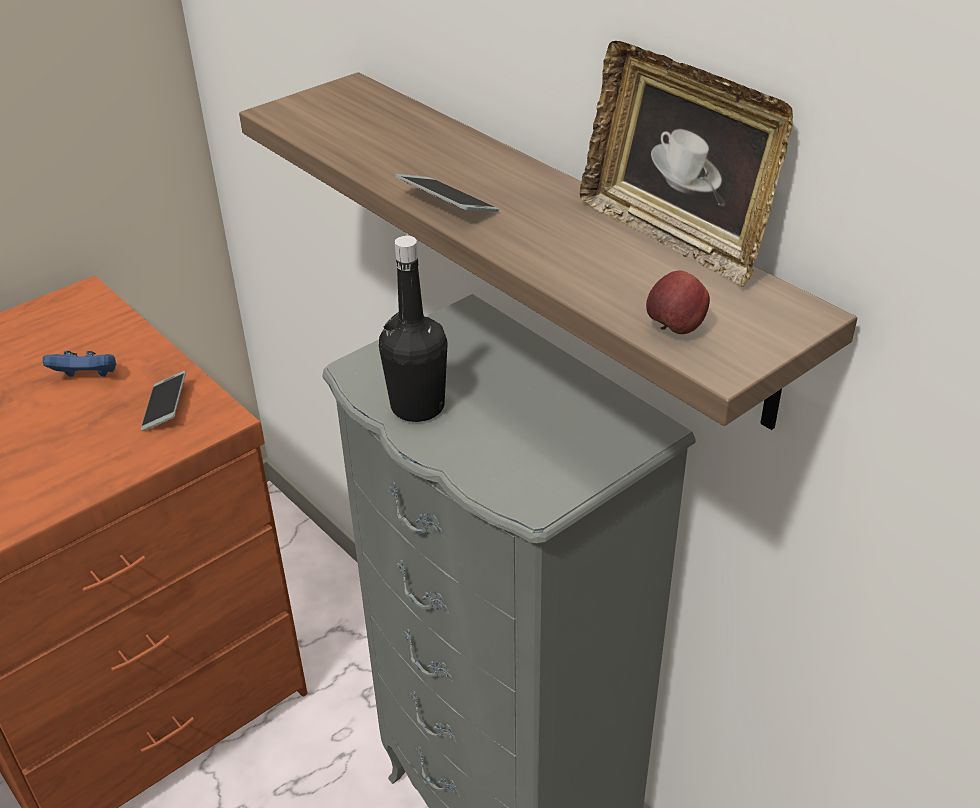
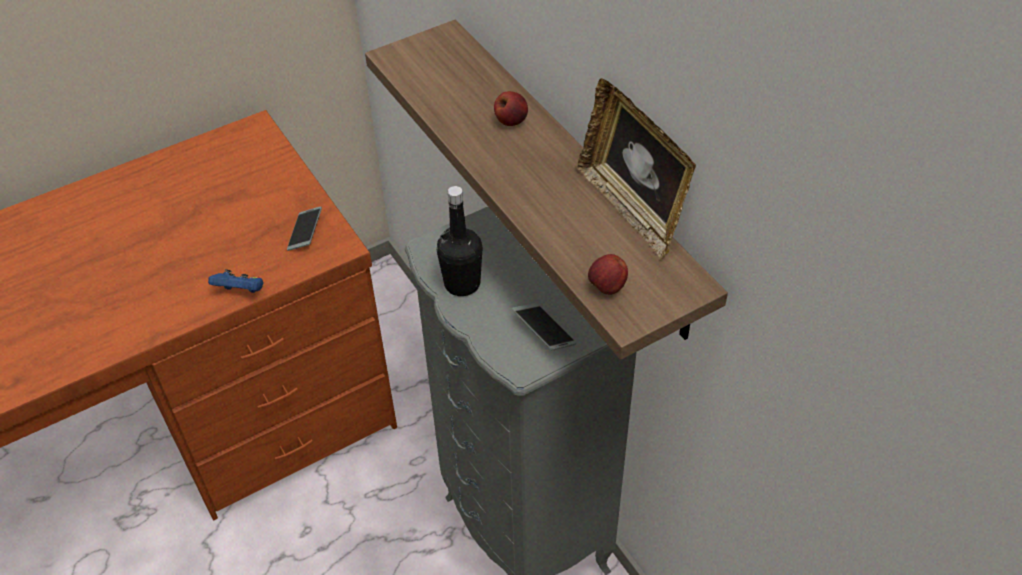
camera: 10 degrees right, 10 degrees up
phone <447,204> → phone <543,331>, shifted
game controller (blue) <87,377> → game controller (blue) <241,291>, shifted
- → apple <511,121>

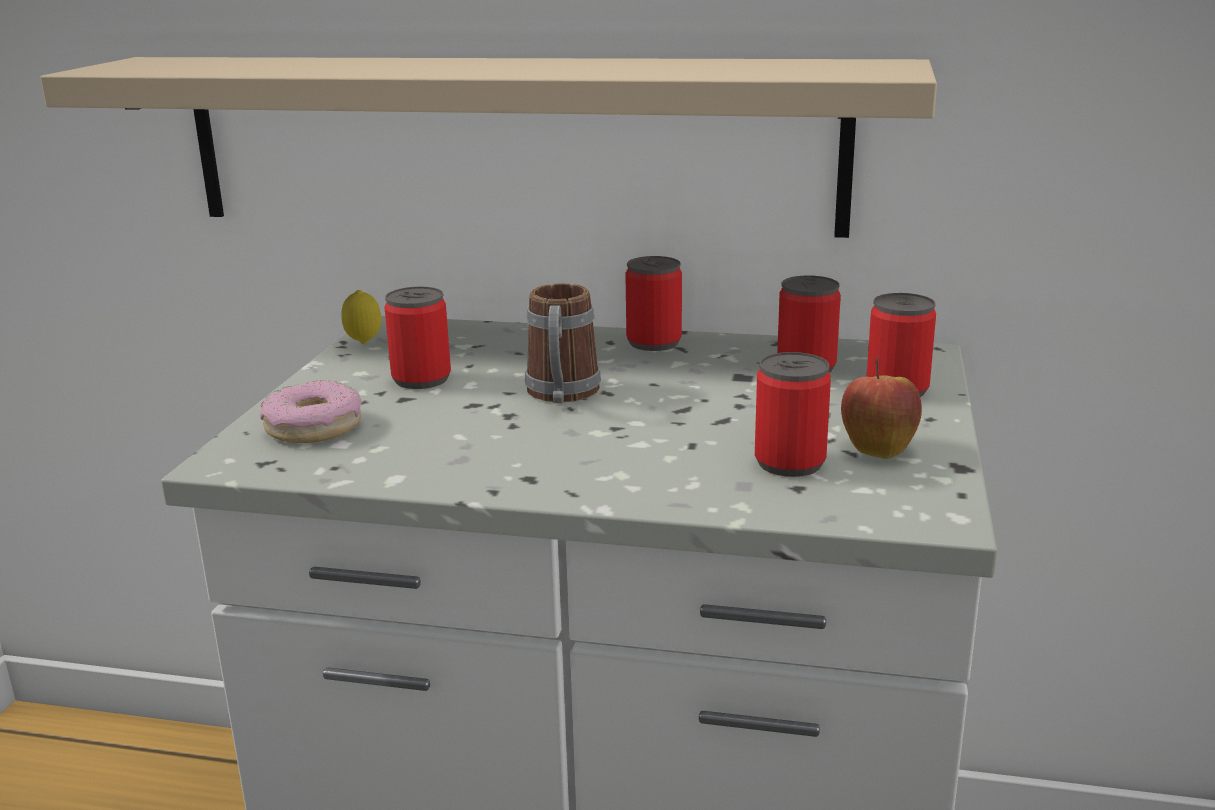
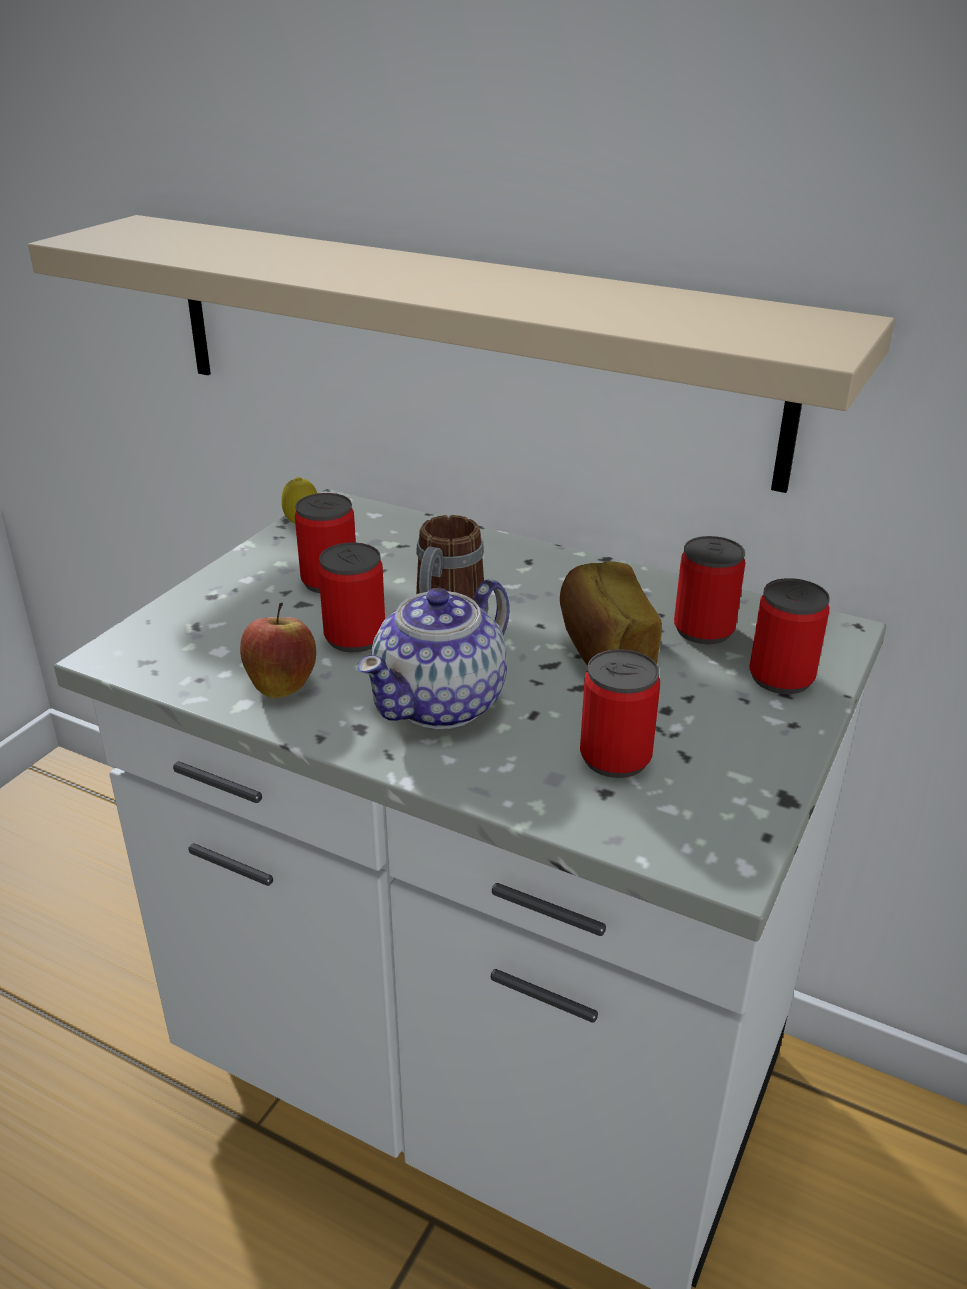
camera: 15 degrees right, 10 degrees up
can <654,342> → can <355,637>, shifted
apple <877,449> → apple <282,685>, shifted
donut <313,427> → -
- → bread <602,648>
- → teapot <442,703>

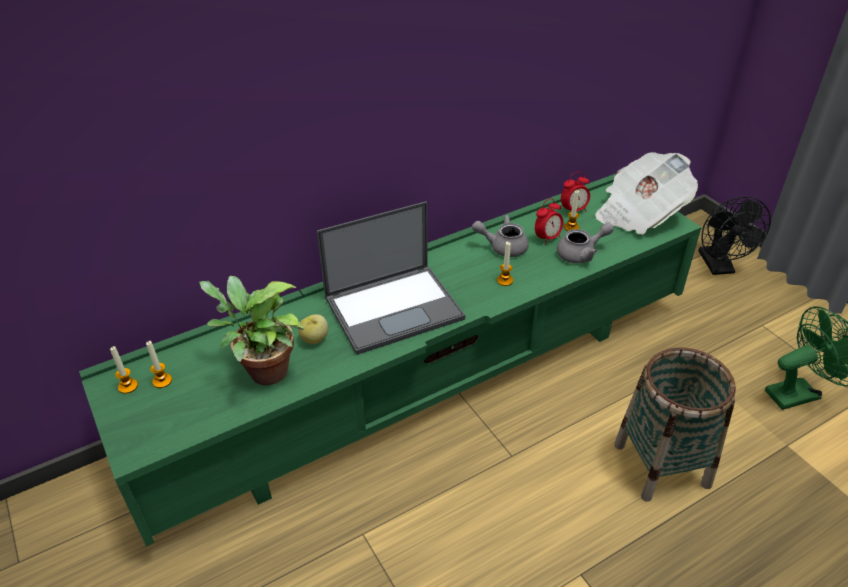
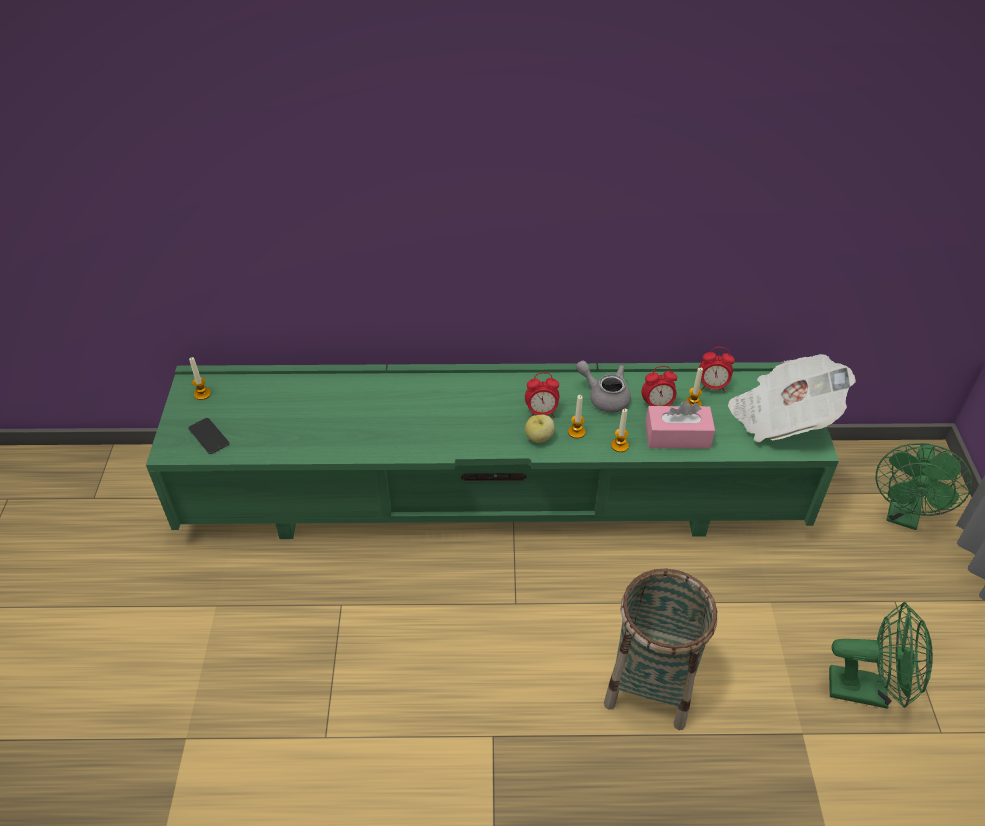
camera: 30 degrees right, 5 degrees up
fan (black) <719,267> → fan (green) <903,515>
laptop <395,307> → -
teapot (grey) <581,254> → tissue box (pink) <677,436>
potted plant <263,371> → -
apple <315,339> → apple <539,438>, shifted
candle <162,381> → candle <619,445>, shifted
- → alarm clock <541,412>
- → phone <209,436>

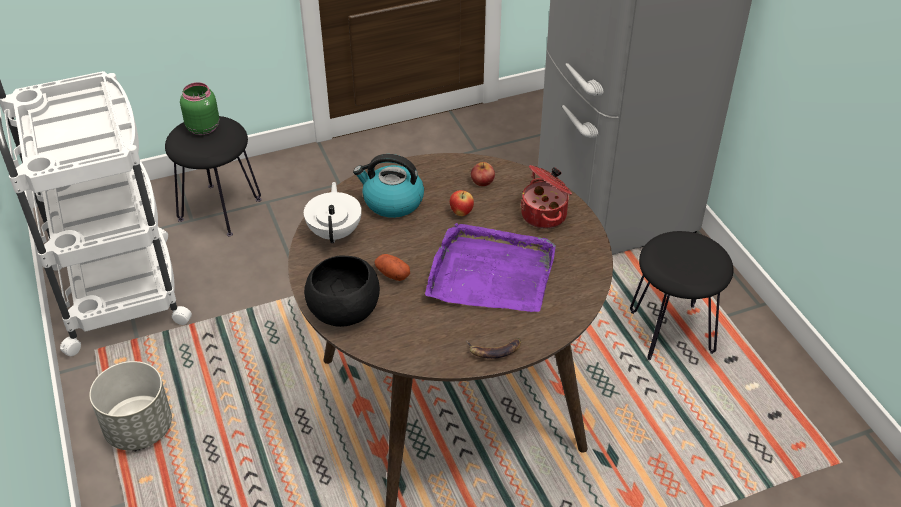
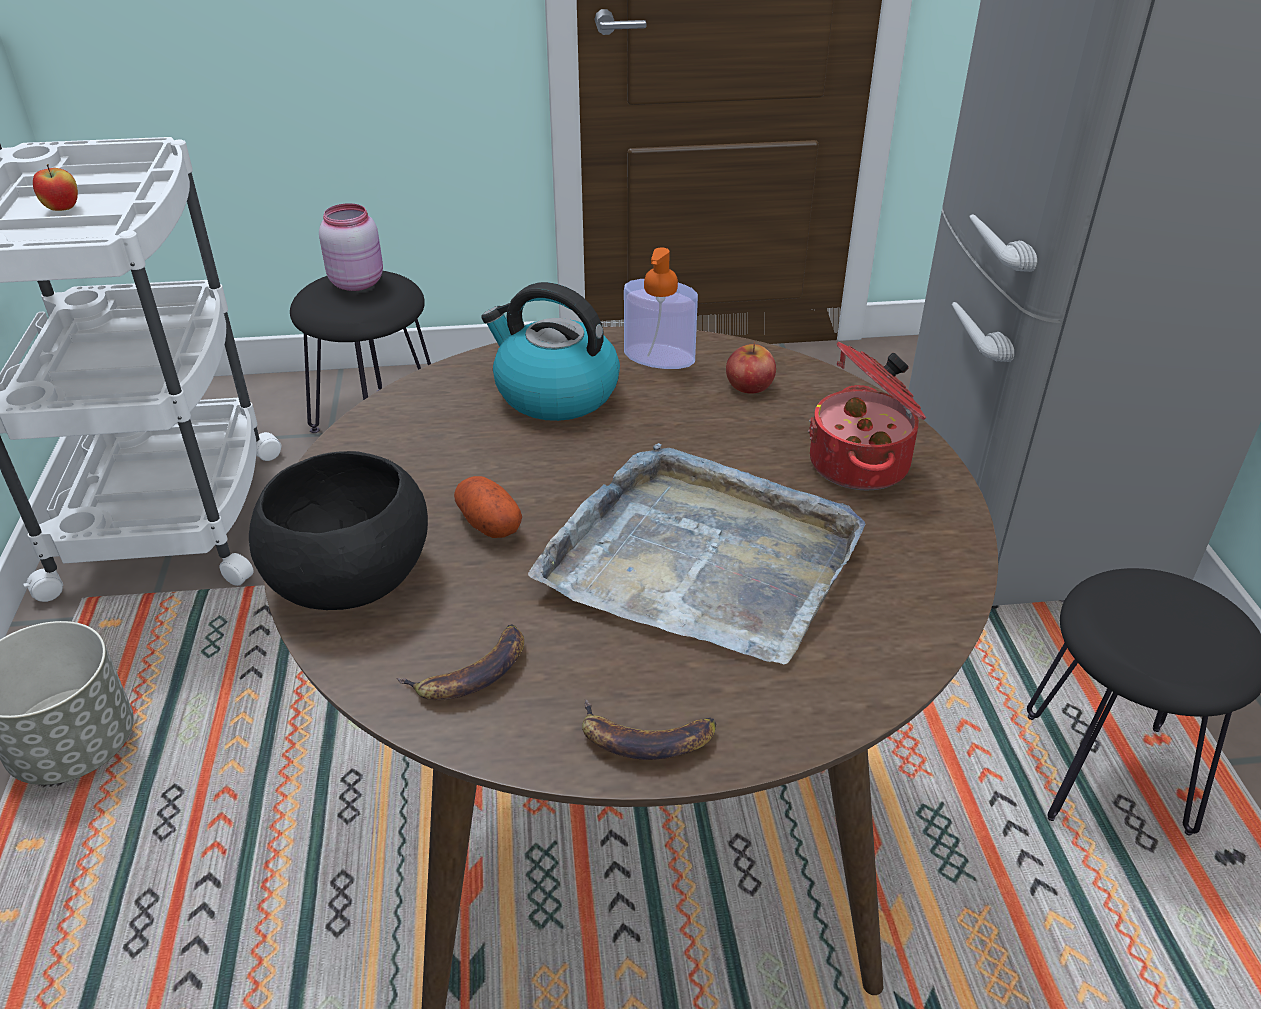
camera: 15 degrees right, 5 degrees down
jar (green) <203,127> → jar (pink) <357,282>
teapot (white) <335,232> → -
apple <461,213> → apple <63,209>, shifted
tray (purple) <491,273> → tray (grey) <702,559>
- → soap dispenser <659,357>
- → banana <472,672>

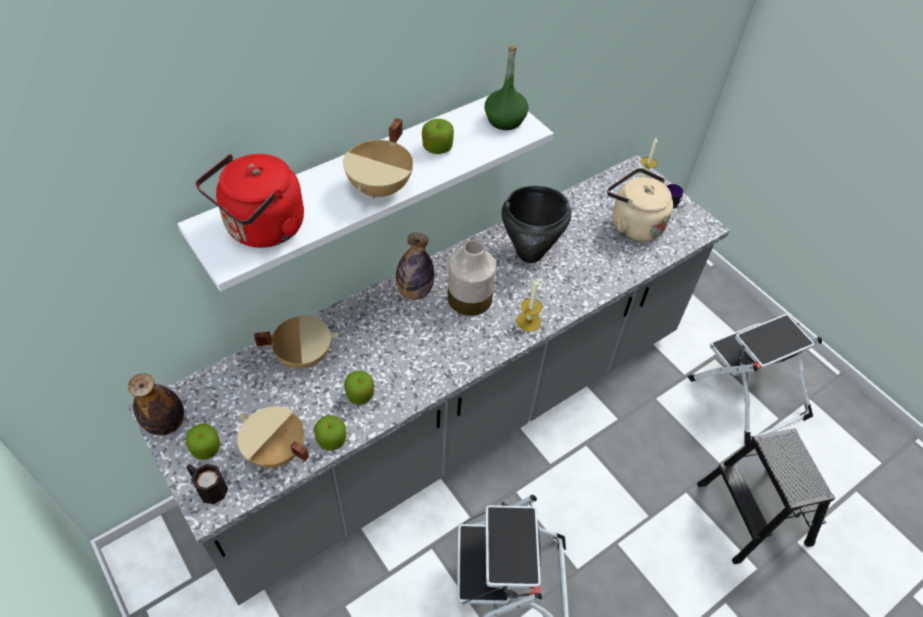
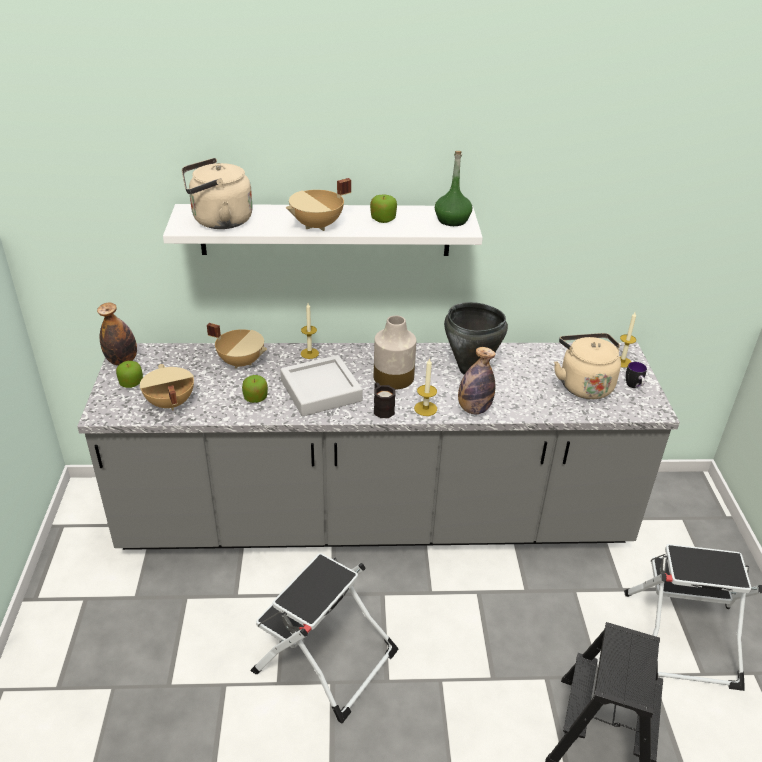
camera: 35 degrees right, 15 degrees down
kettle (red) <262,229> → kettle (beige) <218,221>
bottle <414,292> → bottle <473,409>, shifted
apple <331,439> → -
mug (black) <208,487> → mug (black) <382,408>, shifted
- → candle <309,353>
- → tray (grey) <321,391>

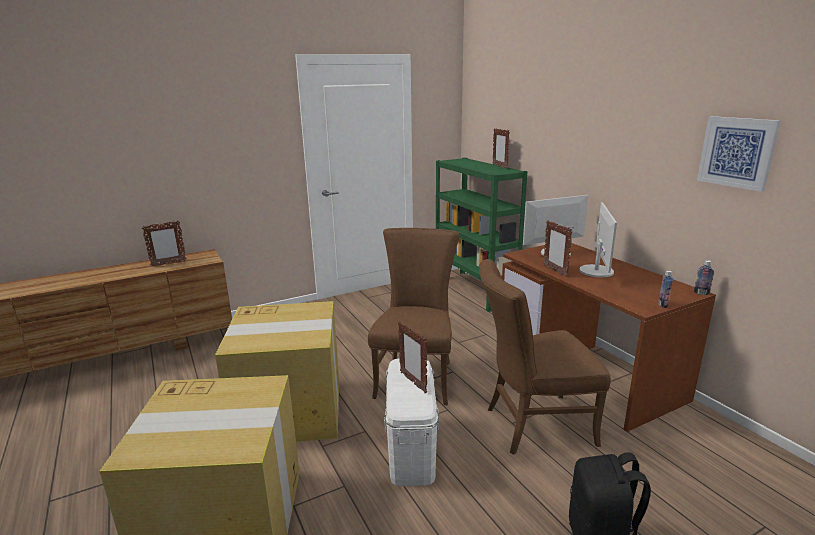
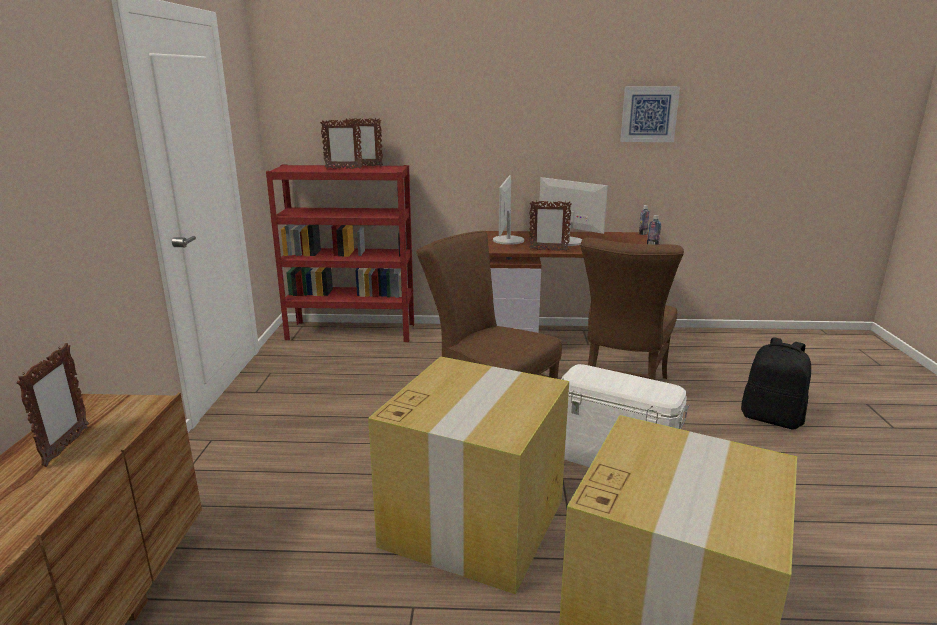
camera: 60 degrees left, 0 degrees up
bookcase (green) <474,290> → bookcase (red) <351,332>
picture frame <413,382> → picture frame <343,168>, shifted

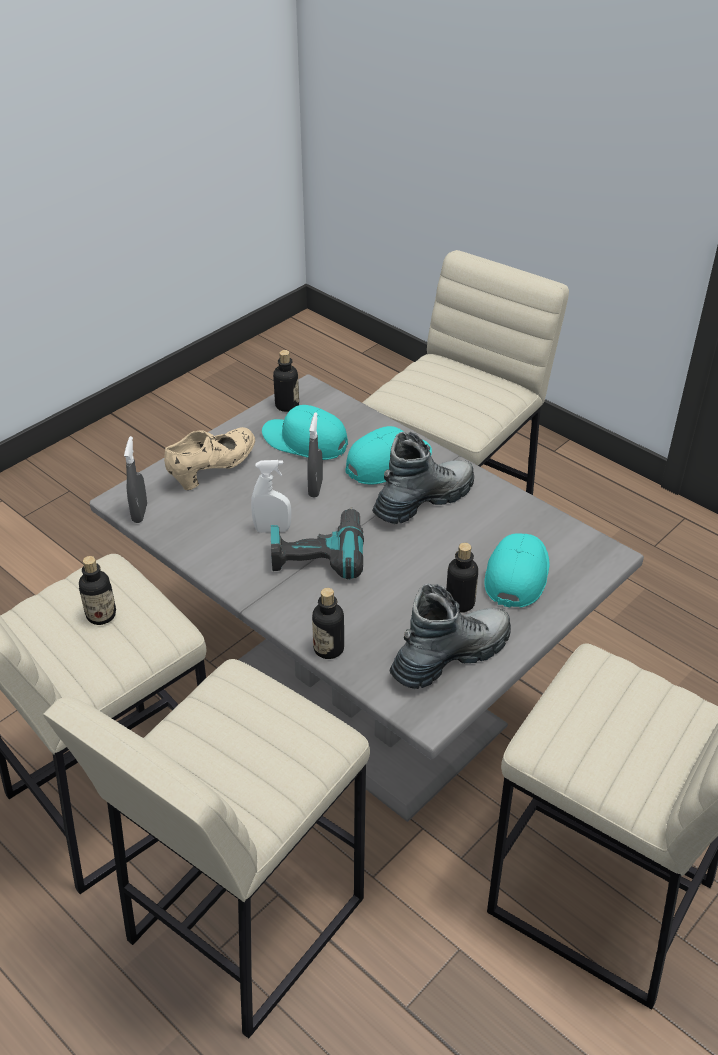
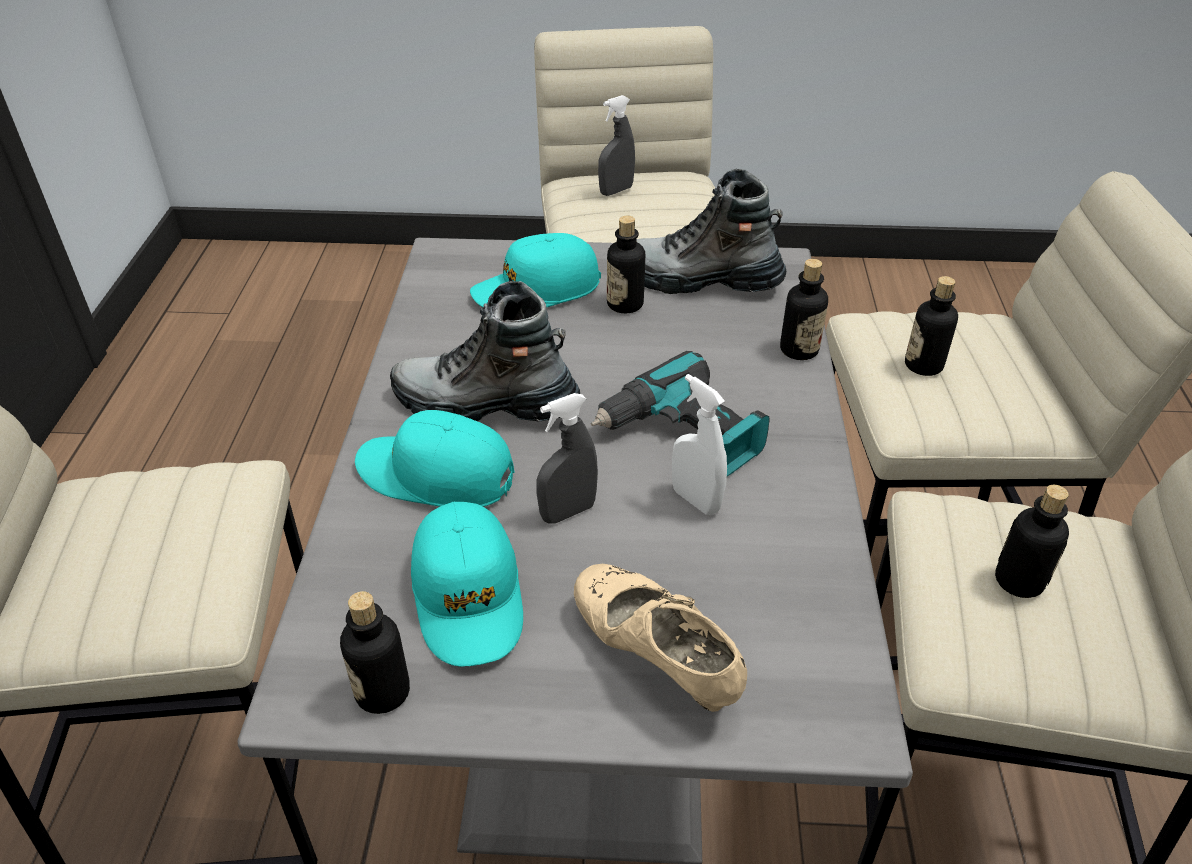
camera: 130 degrees left, 0 degrees up
shoe (beige) <213,470> → shoe (beige) <655,659>, 45 degrees clockwise
spray bottle (grey) <140,513> → spray bottle (grey) <616,191>, shifted
- → bottle <923,365>

